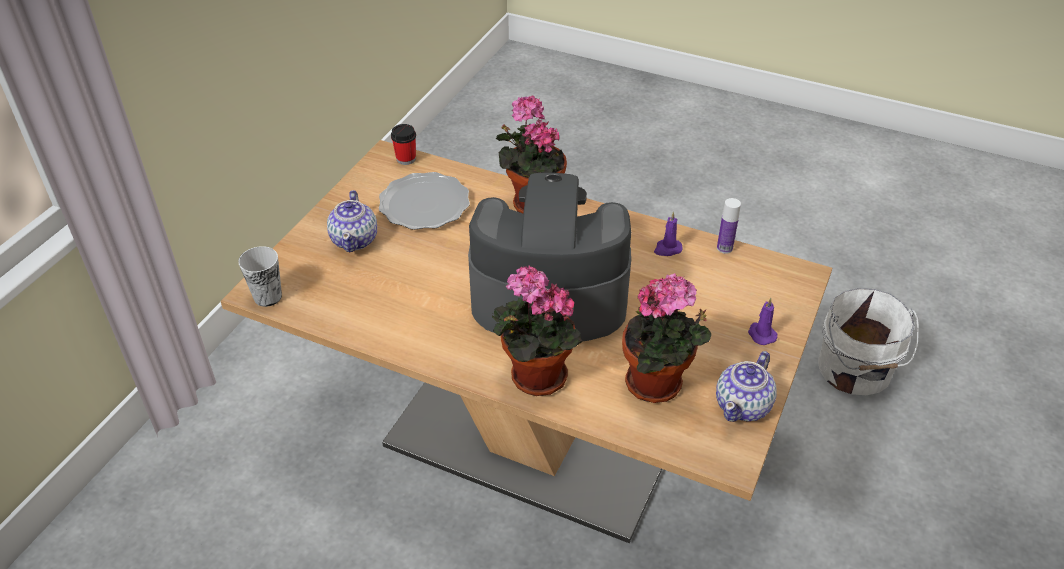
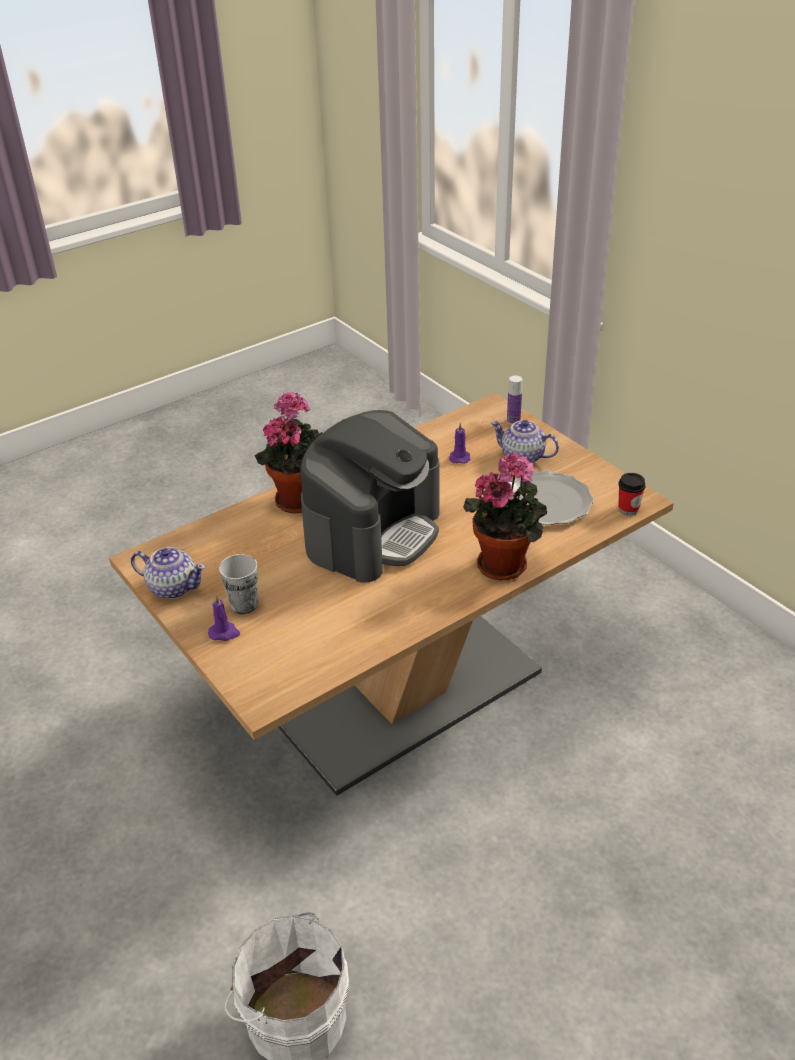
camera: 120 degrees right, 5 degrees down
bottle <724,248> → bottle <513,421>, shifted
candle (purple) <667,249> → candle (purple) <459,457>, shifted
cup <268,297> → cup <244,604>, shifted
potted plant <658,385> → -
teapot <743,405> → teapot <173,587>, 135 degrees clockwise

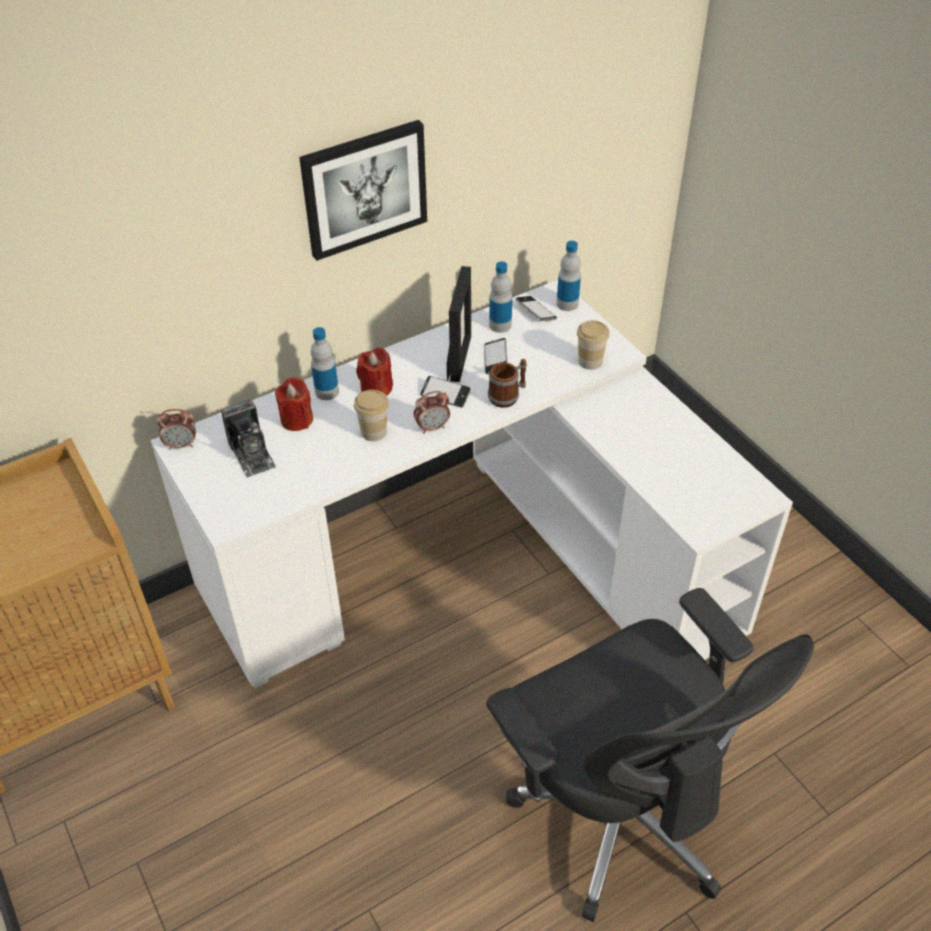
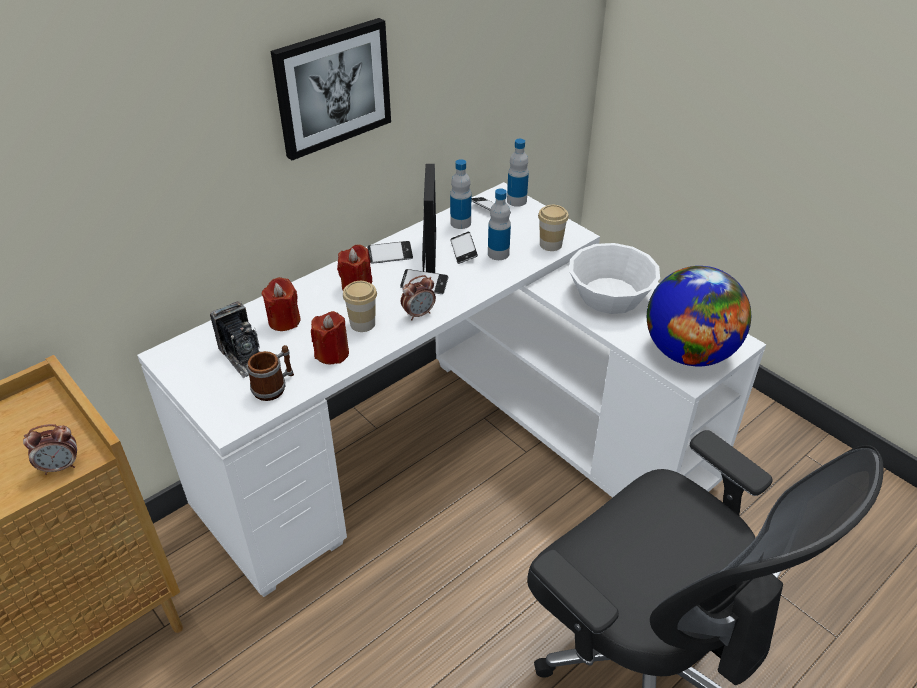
camera: 10 degrees left, 5 degrees down
bottle <327,392> → bottle <498,254>, shifted
mug <508,396> → mug <274,387>, shifted
alarm clock <181,445> → alarm clock <61,466>, shifted
- → phone <390,255>
- → bowl (white) <610,295>
- → globe <688,353>
- → candle (red) <332,353>

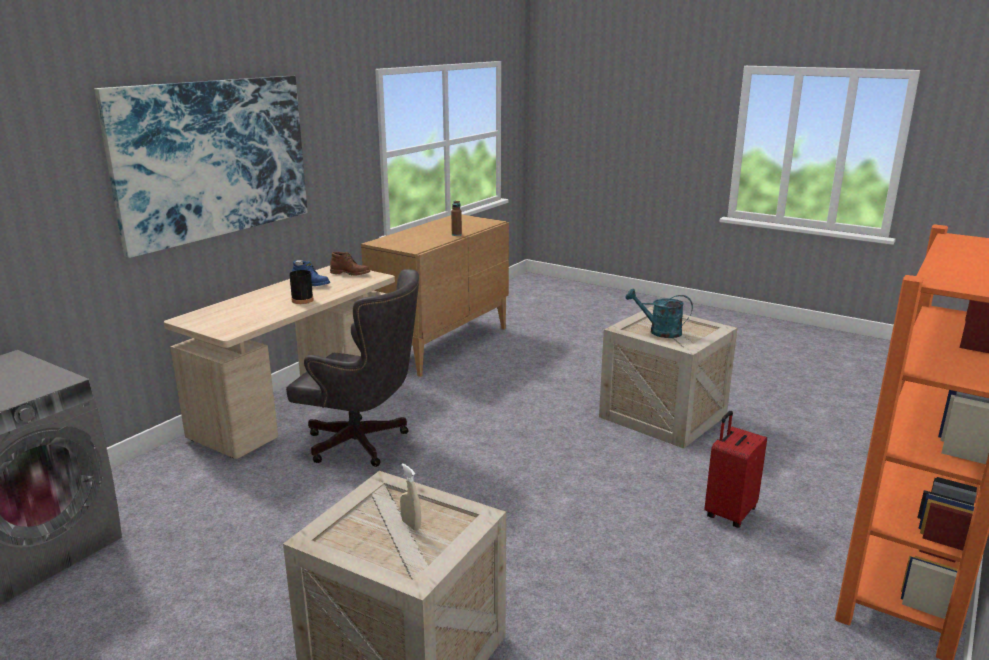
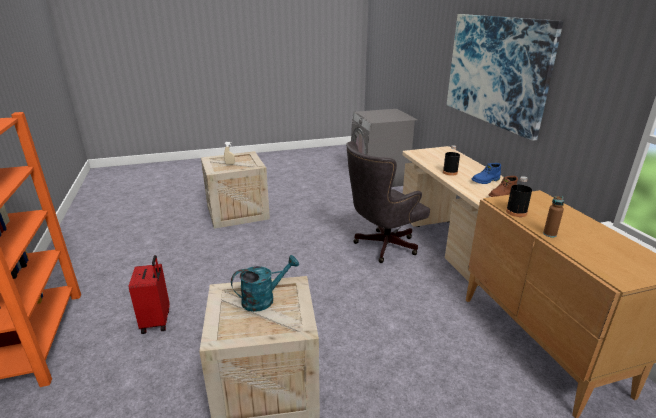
camera: 130 degrees right, 5 degrees up
- → bottle (black) <516,212>

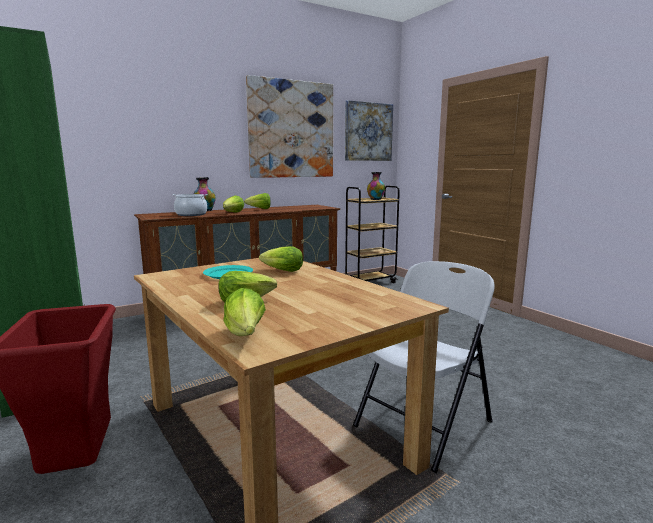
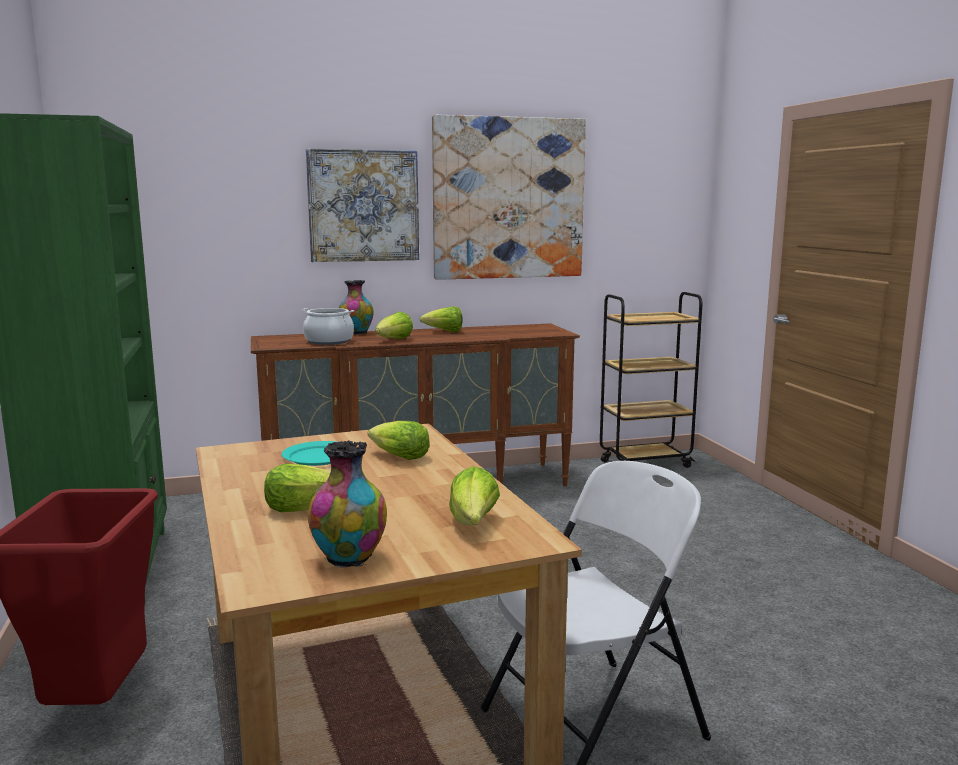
camera: 15 degrees right, 0 degrees up
picture <368,132> → picture <363,206>, shifted
vase <375,200> → vase <349,558>, shifted
lettuce <245,335> → lettuce <473,524>, shifted

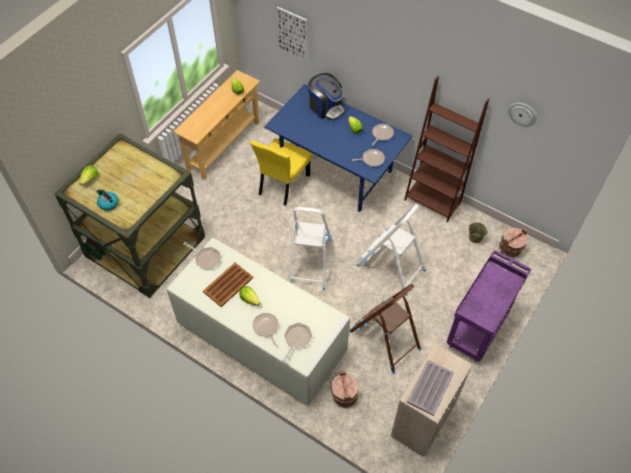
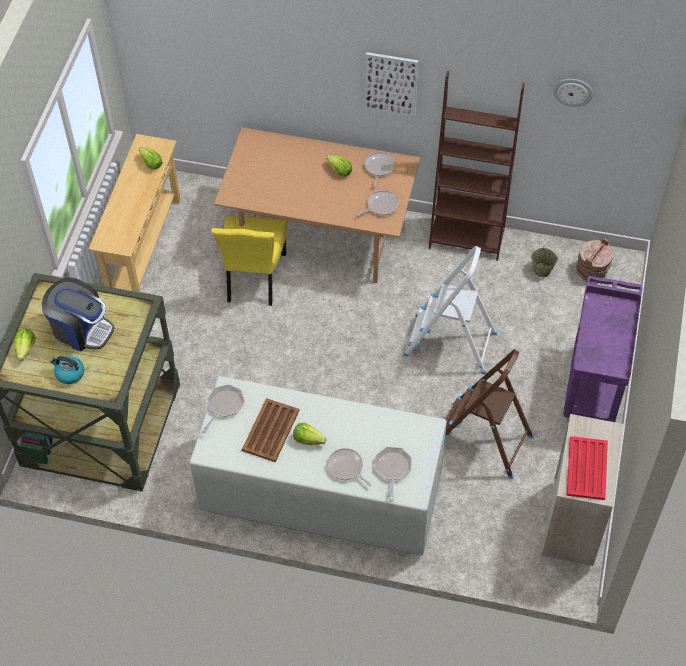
camera: 20 degrees left, 0 degrees up
picture <293,34> → picture <391,84>, shifted
coffee machine <326,107> → coffee machine <81,329>, shifted
dining table (blue) <335,171> → dining table (brown) <319,236>
step ladder (white) <310,261> → -
frying pan <206,258> → frying pan <224,406>, 75 degrees counterclockwise
tray (grey) <431,387> → tray (red) <587,468>
bucket (brown) <344,395> → -

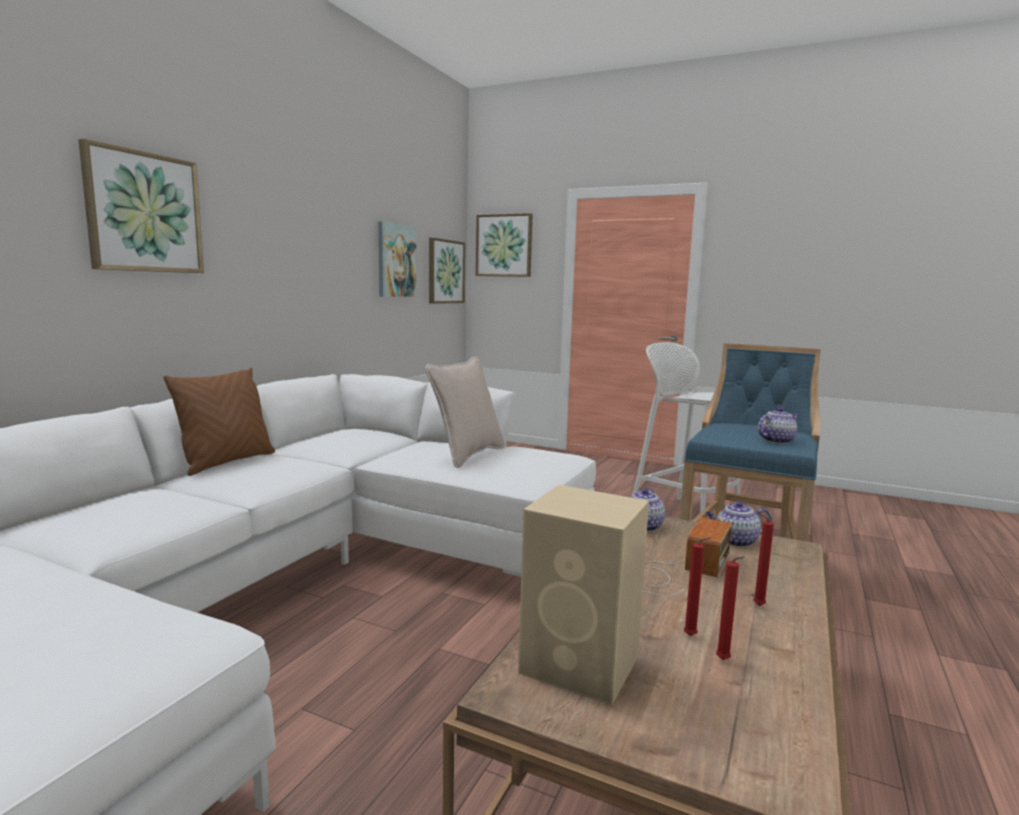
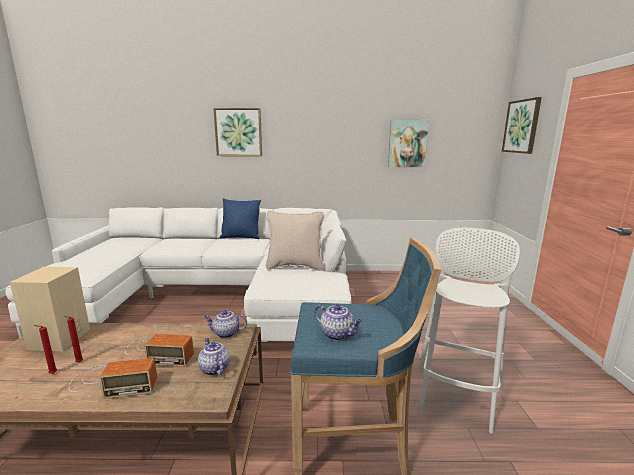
camera: 65 degrees right, 5 degrees up
picture <445,272> → -
pillow (brown) <226,462> → pillow (blue) <241,237>
candle (red) <756,605> → radio <112,381>

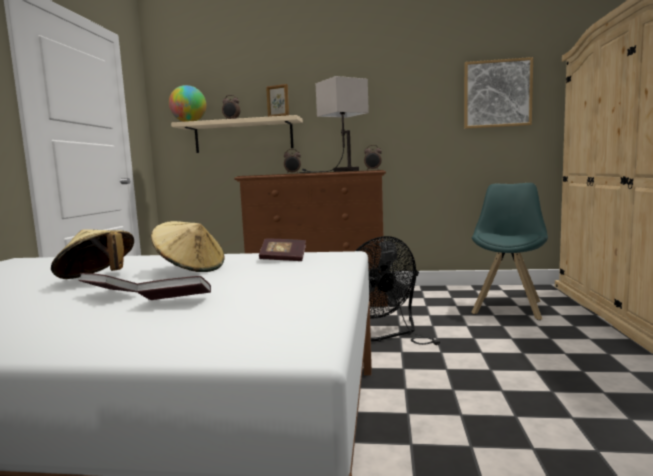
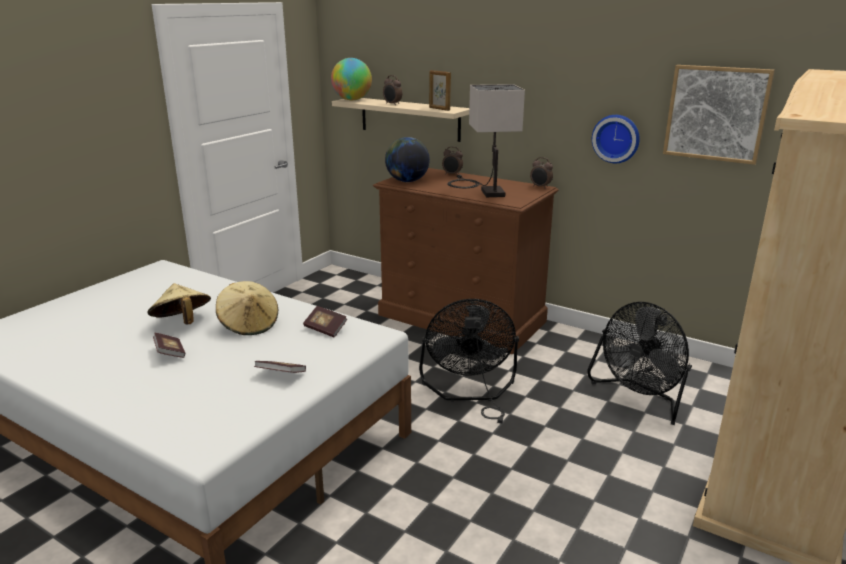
camera: 25 degrees right, 15 degrees up
chair (turquoise) <507,307> → fan (black) <639,394>
book <176,302> → book <281,375>, shifted
- → wall clock <616,138>
- → globe <407,181>

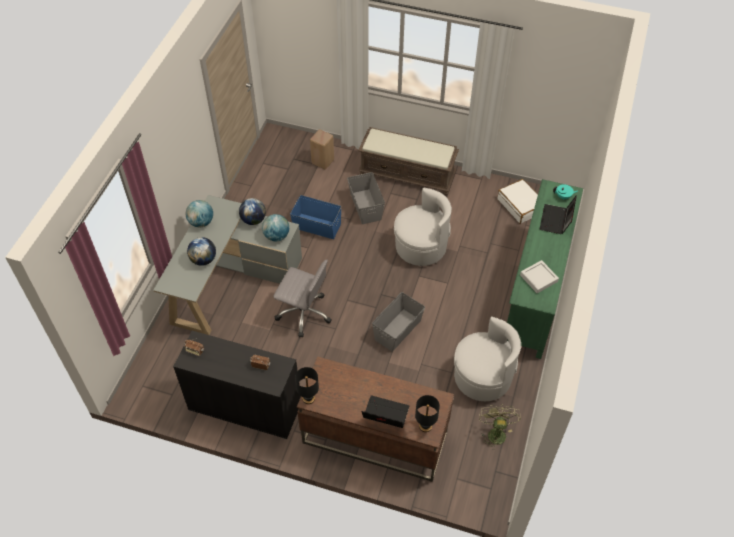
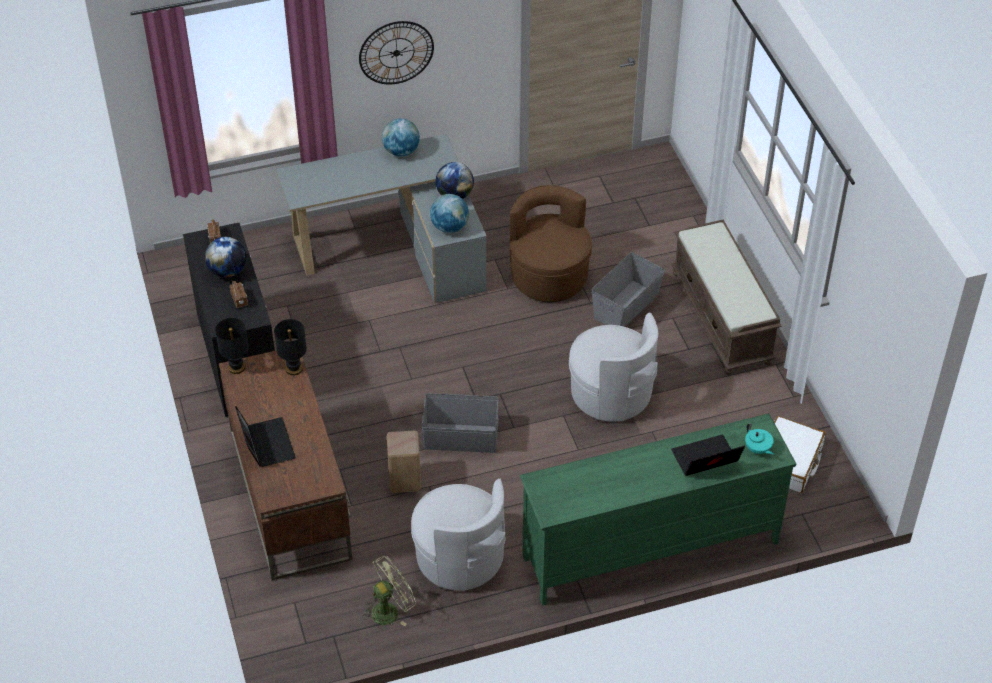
camera: 55 degrees right, 5 degrees down
stool (beige) <323,161> → stool (beige) <406,481>, shifted
storage box (blue) <316,225> → armchair (brown) <549,278>
globe <203,260> → globe <228,271>, shifted
office chair (grey) <304,313> → -
tray (grey) <538,278> → -
table lamp (black) <425,426> → table lamp (black) <293,368>, shifted
- → wall clock <396,52>

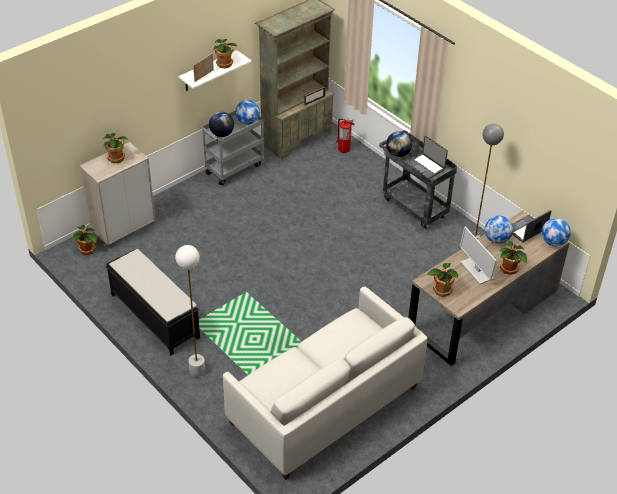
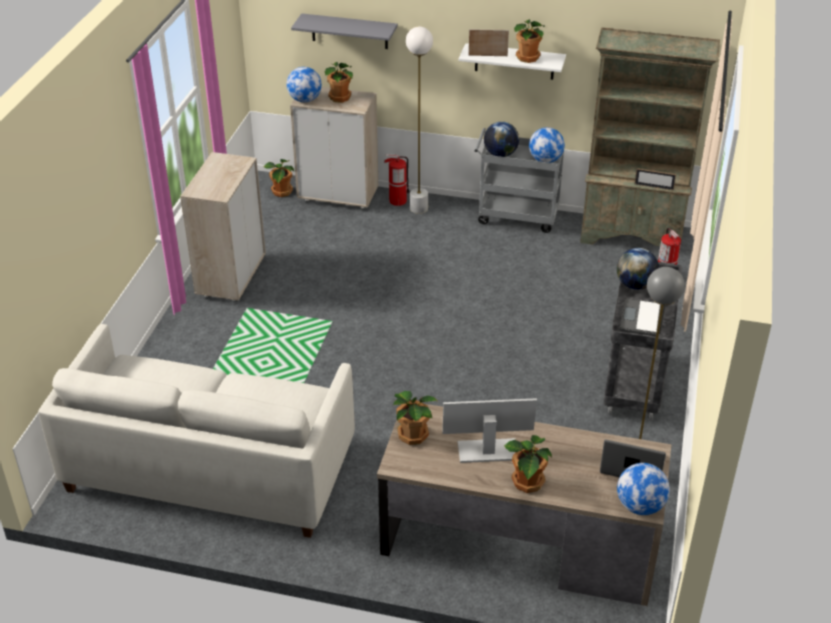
camera: 55 degrees right, 5 degrees down
globe <496,239> → globe <305,100>, shifted
monitor <476,270> → monitor <488,451>, 60 degrees clockwise
floor lamp (white) <197,371> → floor lamp (white) <418,208>, shifted
bench (black) <154,315> → cabinet (beige) <231,278>
- → shelf (grey) <349,31>
- → fire extinguisher <397,201>

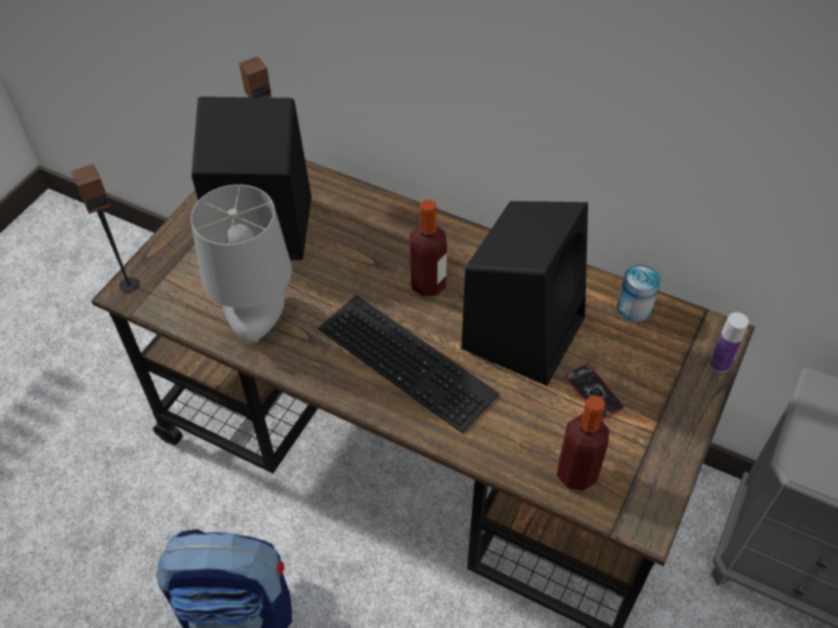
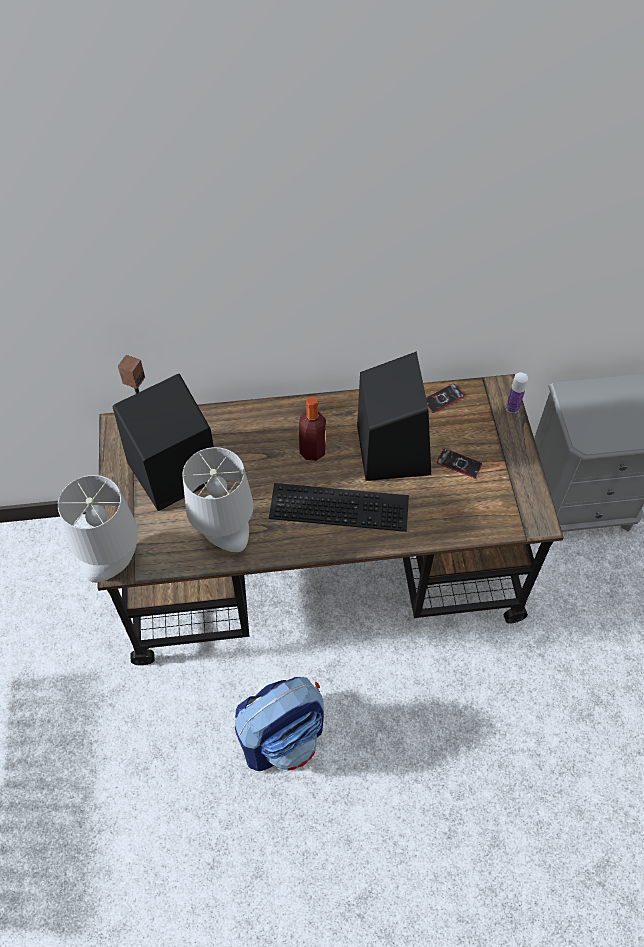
camera: 35 degrees left, 5 degrees up
speaker <129,284> → table lamp (grey) <114,562>
can <634,307> → phone <443,398>
bottle <577,473> → -

